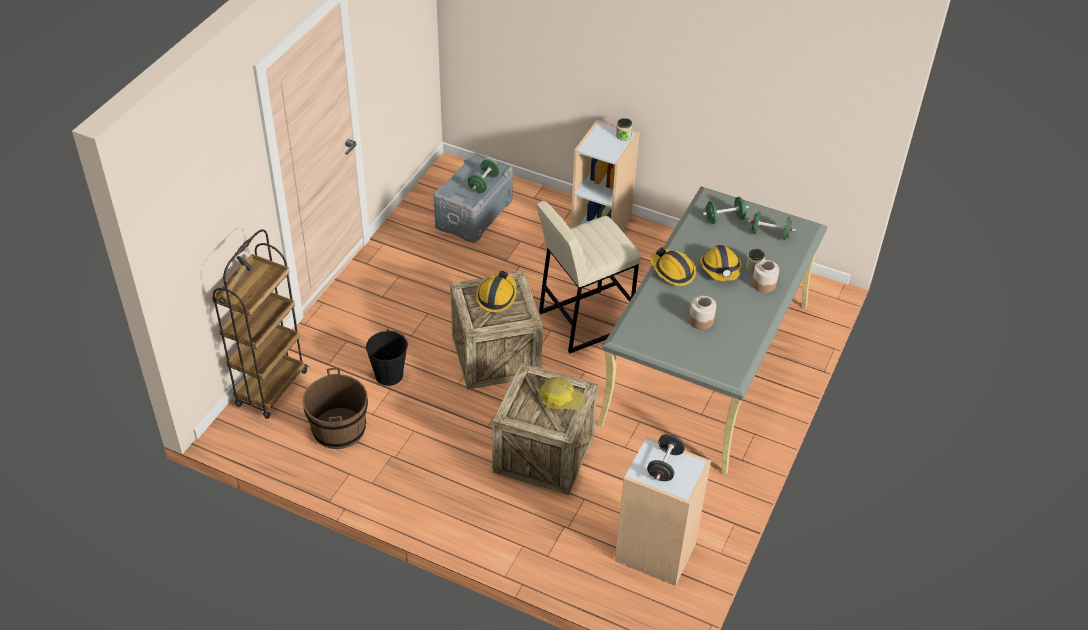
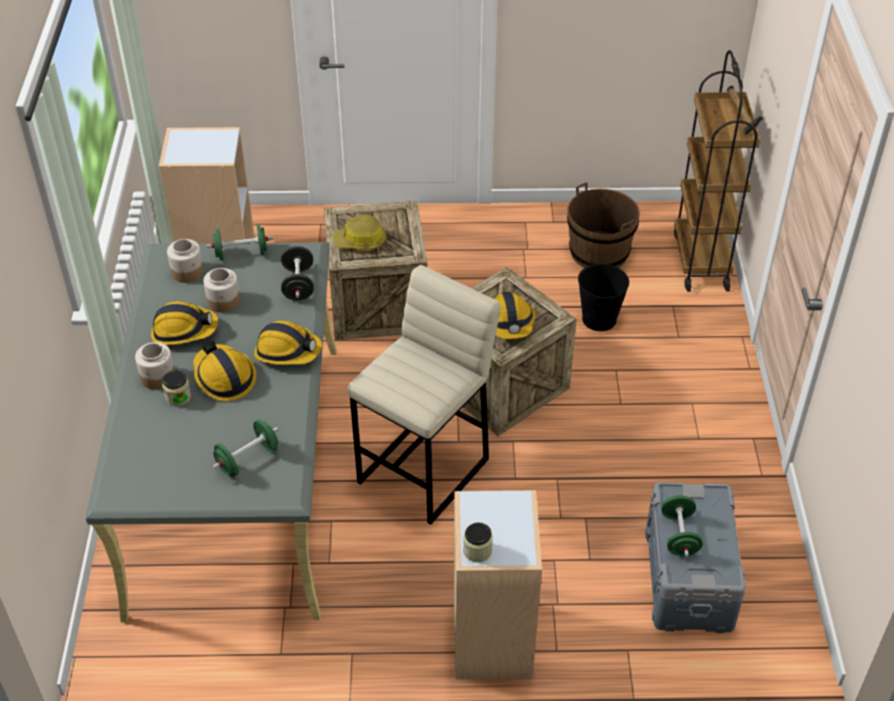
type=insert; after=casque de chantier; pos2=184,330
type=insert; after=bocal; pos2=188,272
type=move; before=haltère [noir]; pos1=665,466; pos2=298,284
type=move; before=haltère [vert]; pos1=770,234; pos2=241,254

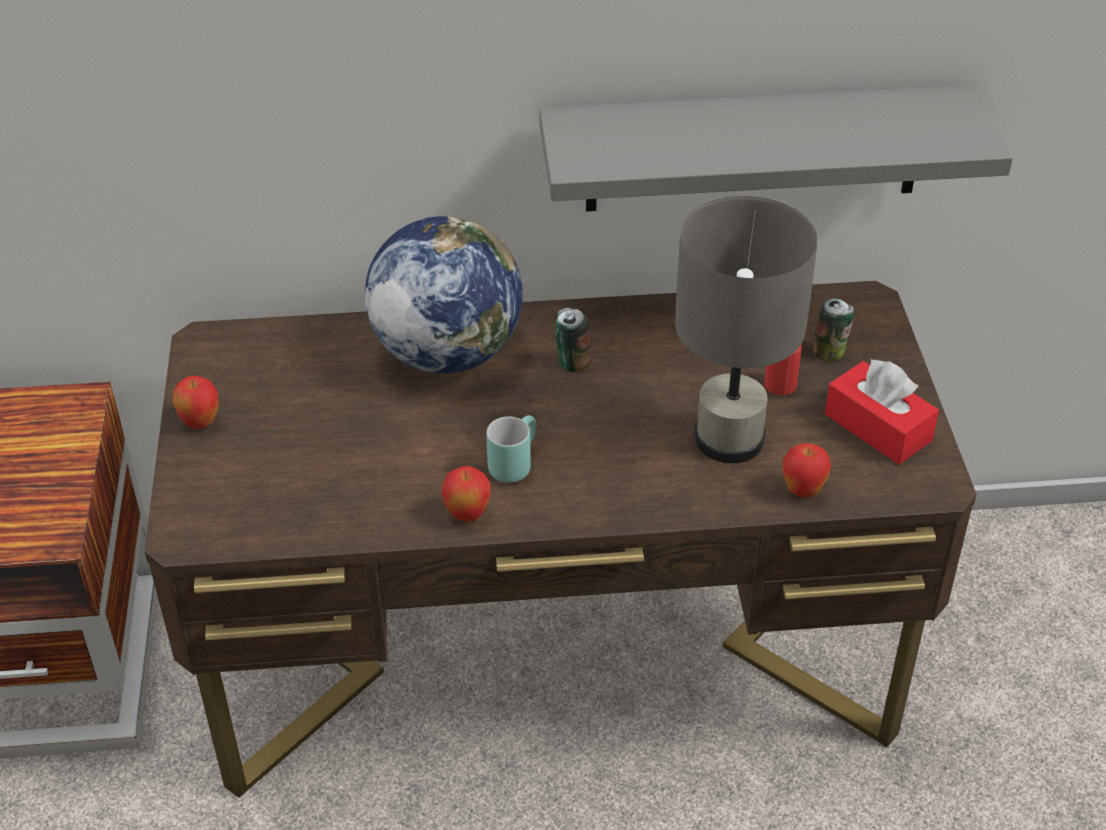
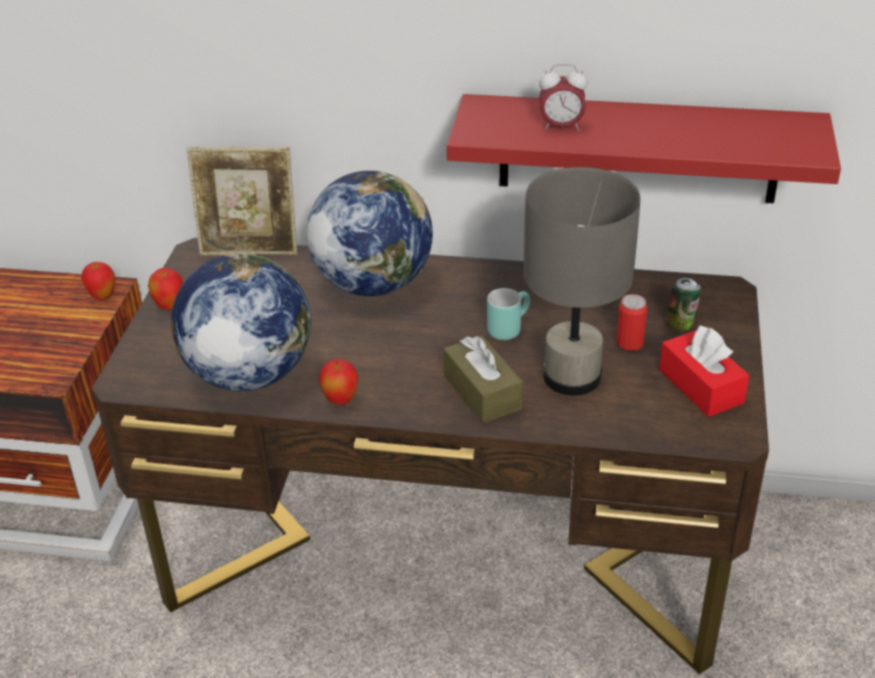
type=delete; before=boîte métallique; pos1=571,362
type=insert; after=globe; pos2=248,375
type=insert; after=cadre photo; pos2=250,252
type=insert; after=boîte à mouchoirs [marron]; pos2=482,392
type=insert; after=réveil; pos2=561,127
type=move; before=mug [turquoise]; pos1=512,463; pos2=507,327
type=move; before=pomme; pos1=802,491; pos2=102,296
type=recolor; before=étagère [gris]; after=étagère [rouge]; pos1=754,149; pos2=638,149

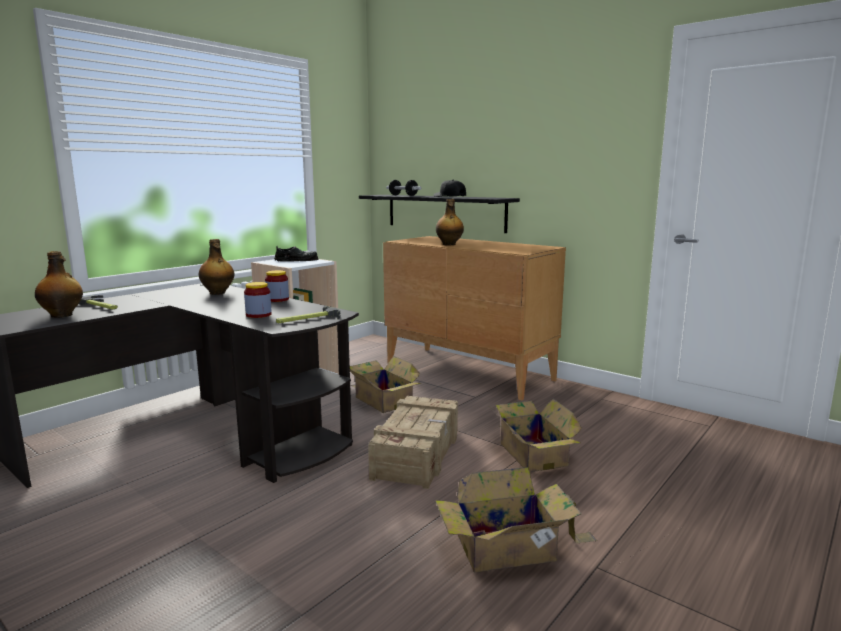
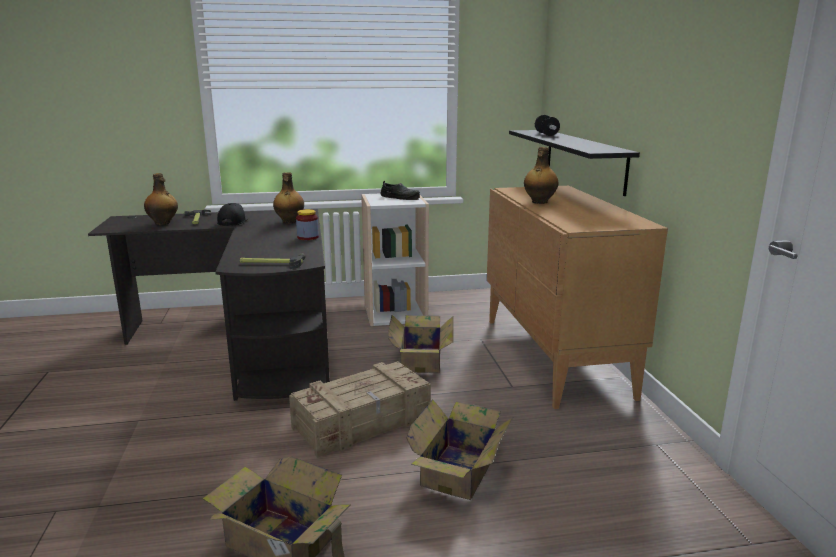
type=delete; before=bocal; pos1=258,315
type=move; before=casquette [noir]; pos1=449,196; pos2=233,221

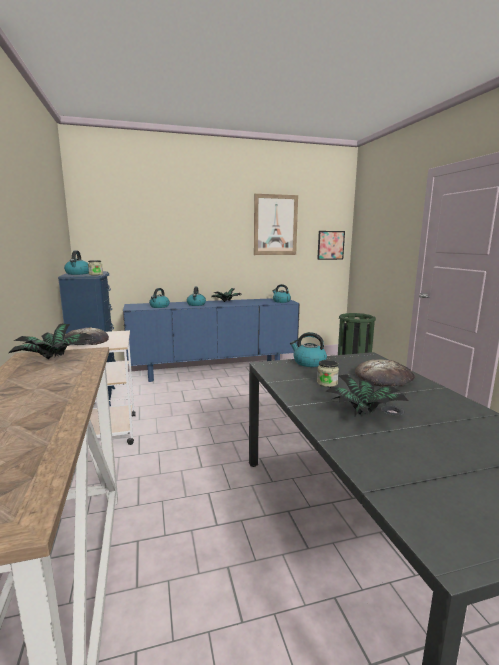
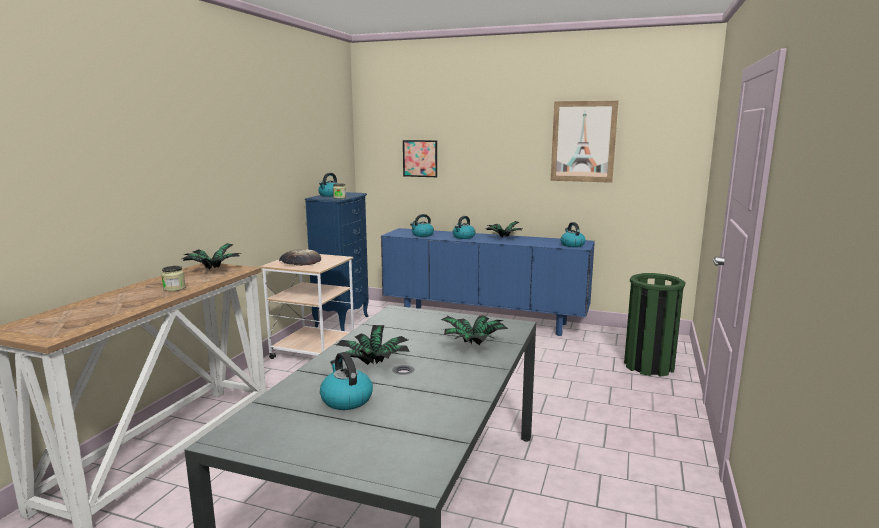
type=move; before=bouilloire; pos1=308,363; pos2=346,399
type=move; before=tableau; pos1=330,245; pos2=420,158
type=move; before=bocal; pos1=327,383; pos2=174,288
type=replace; before=pain; after=plante en pot; pos1=383,377; pos2=472,345

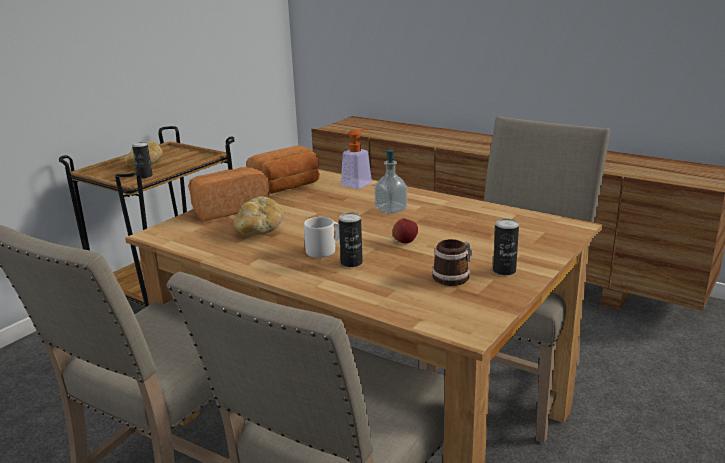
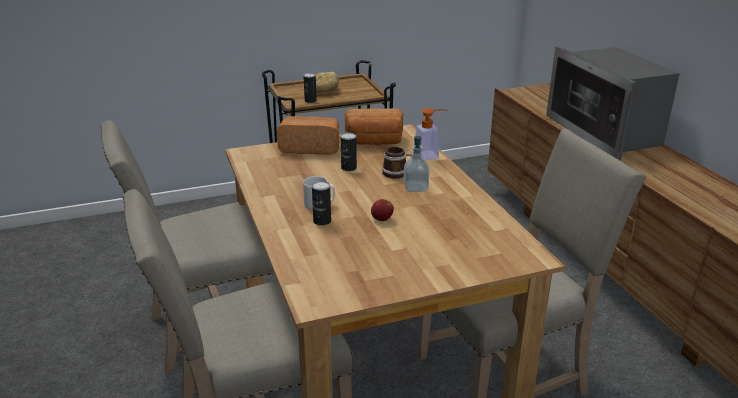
type=delete; before=pain; pos1=260,231
type=insert; after=micro-ondes; pos2=605,132
type=move; before=mug; pos1=454,276; pos2=398,173
type=move; before=boîte métallique; pos1=504,271; pos2=348,168

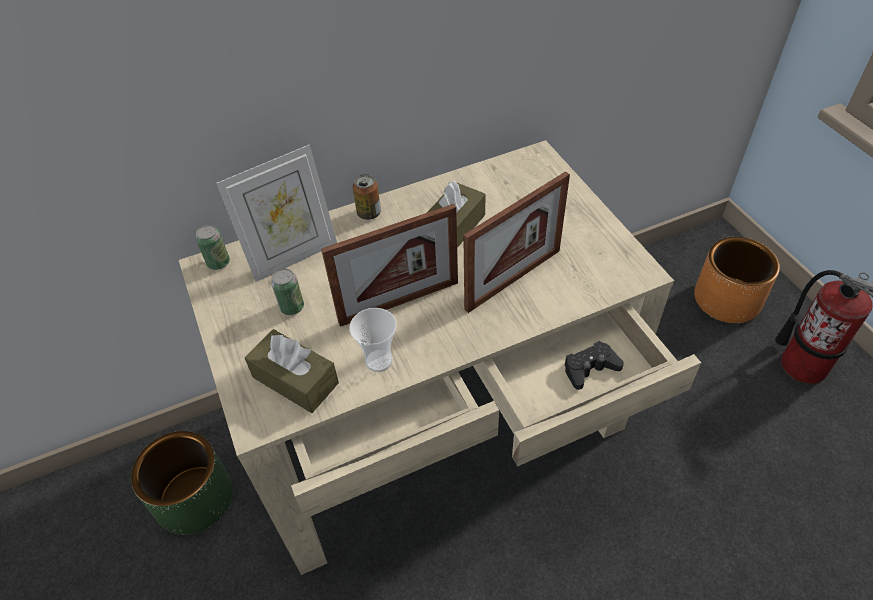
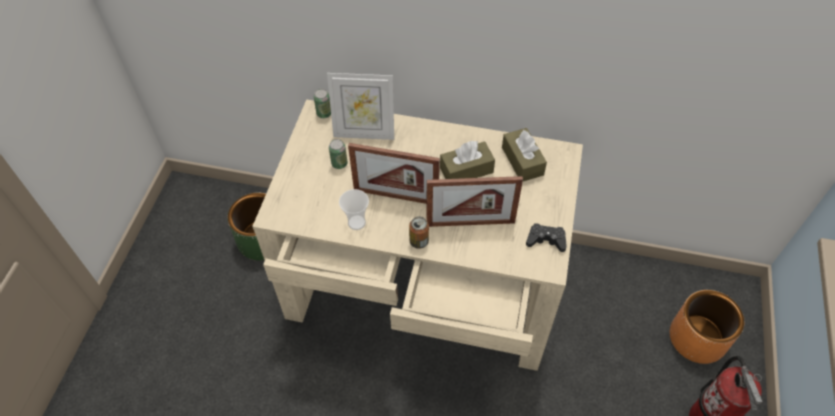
type=move; before=boîte à mouchoirs [marron]; pos1=295,380; pos2=522,161
type=move; before=boîte métallique; pos1=369,213; pos2=419,241
type=move; before=manette [noir]; pos1=590,368; pos2=546,240

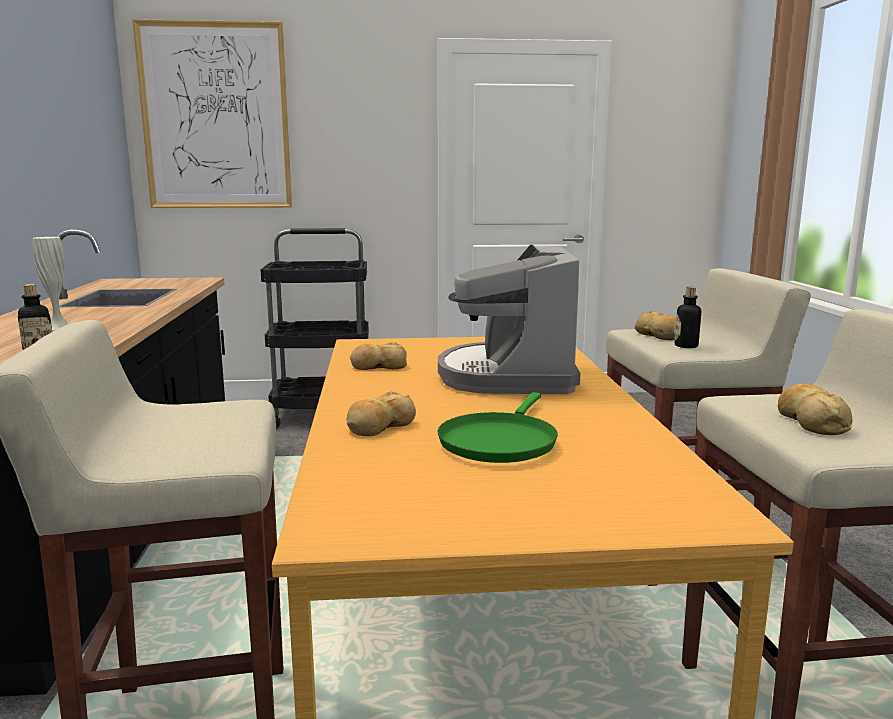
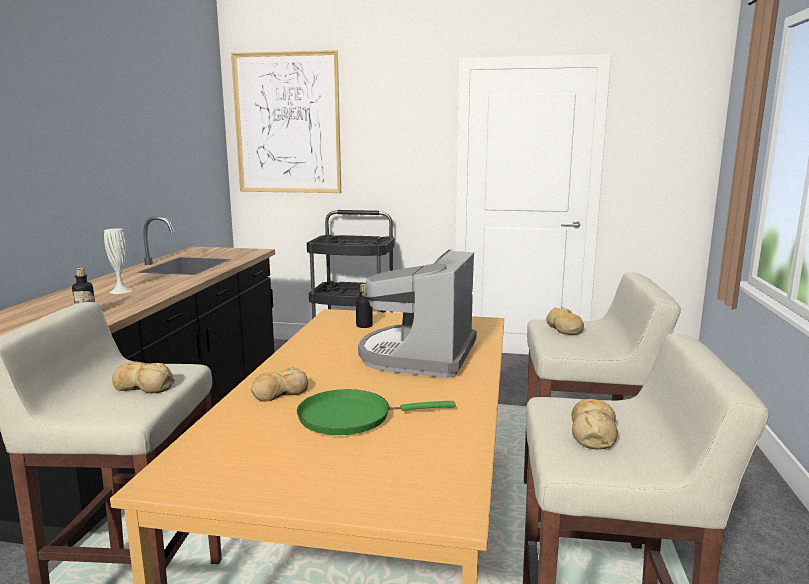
type=move; before=pain; pos1=378,366; pos2=143,386
type=move; before=bouteille; pos1=686,346; pos2=364,326
type=rotate; before=poêle [vert]; pos1=499,441; pos2=351,417; turn=45

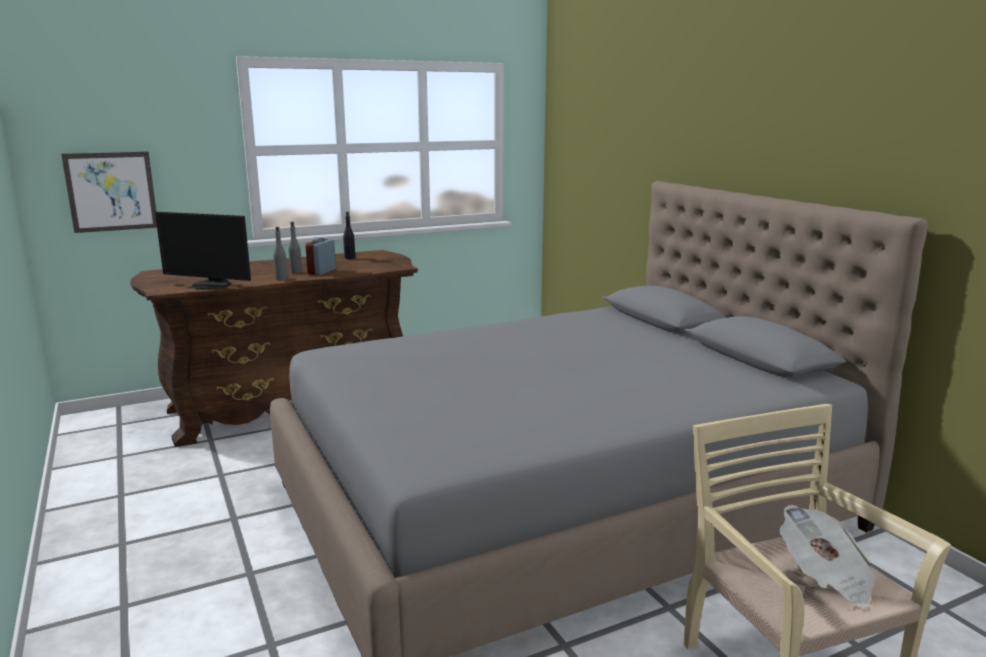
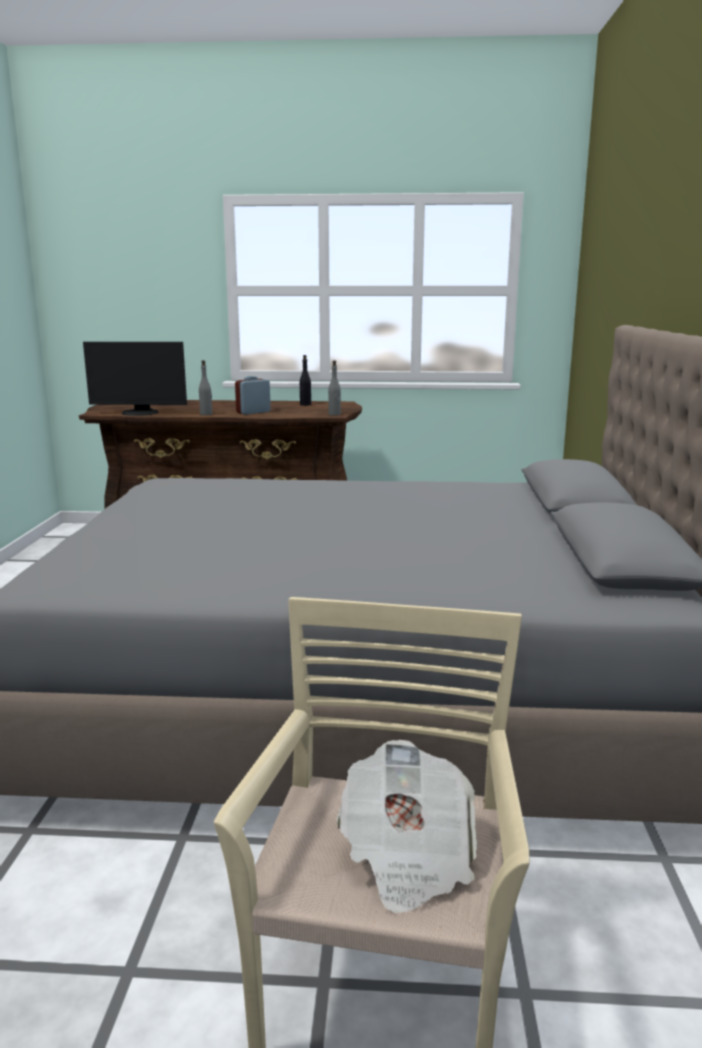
type=delete; before=tableau; pos1=111,191
type=move; before=bouteille [gris]; pos1=296,272; pos2=334,414
type=rotate; before=écran d'ordinateur; pos1=209,286; pos2=139,413; turn=-45

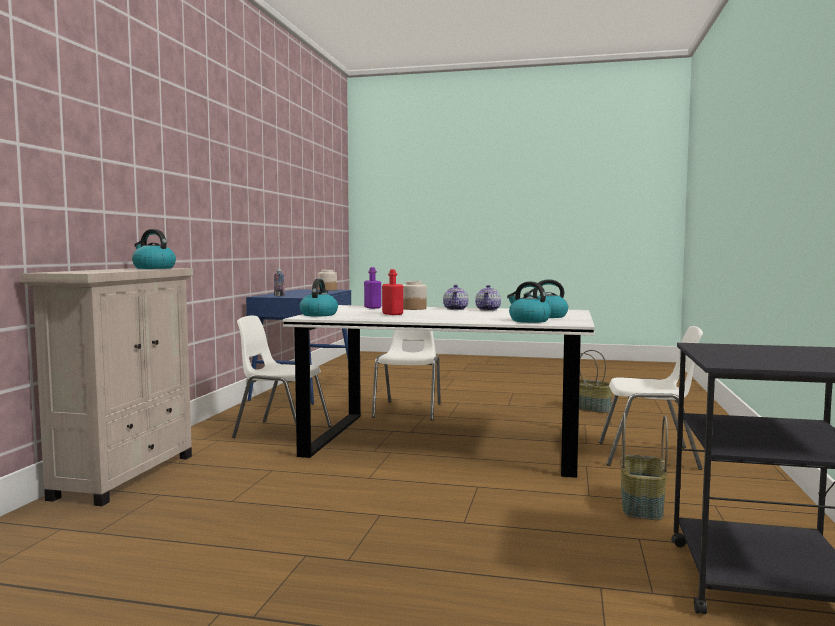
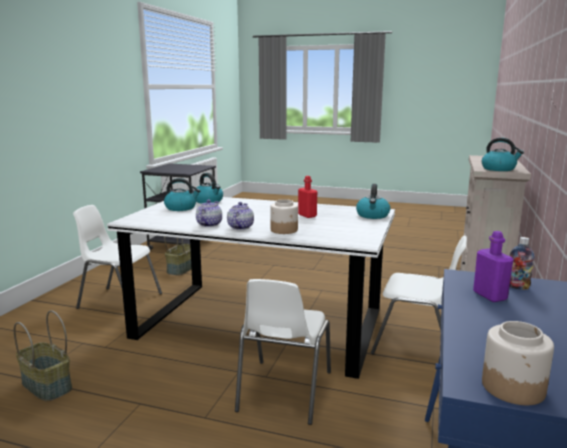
type=move; before=bouteille [violet]; pos1=372,307; pos2=490,296

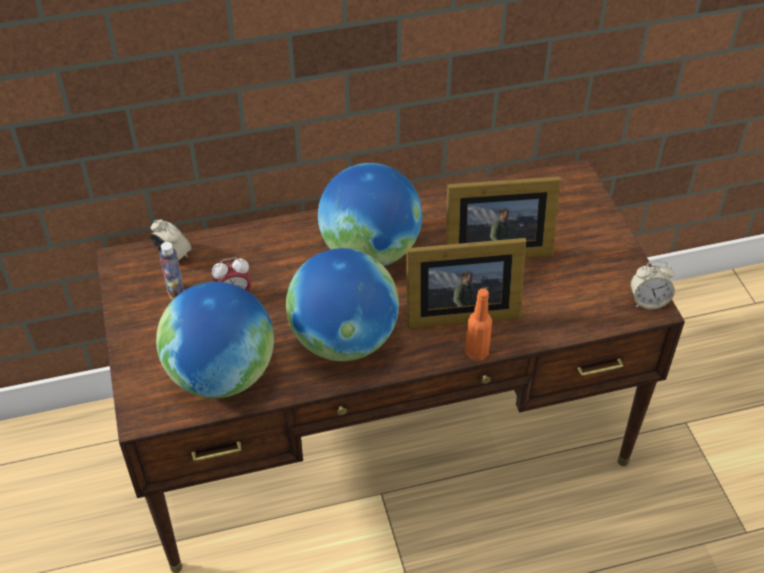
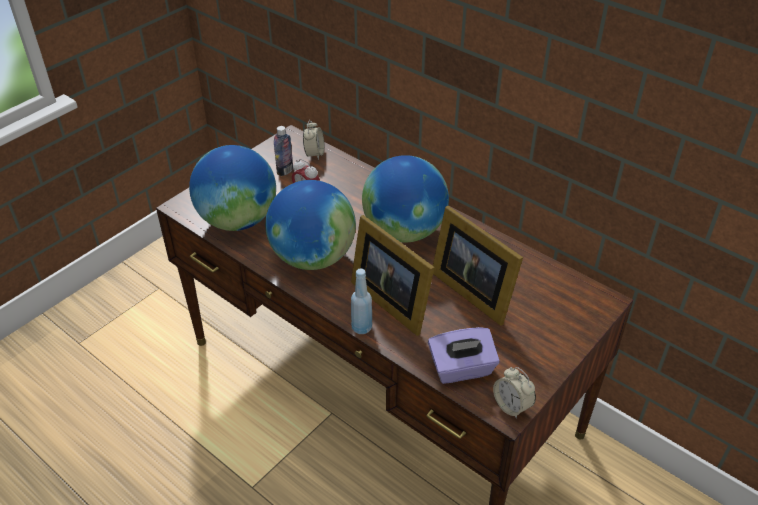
type=insert; after=boîte à mouchoirs [violet]; pos2=461,369
type=recolor; before=bouteille [orange]; after=bouteille [bleu]; pos1=476,352; pos2=361,327

